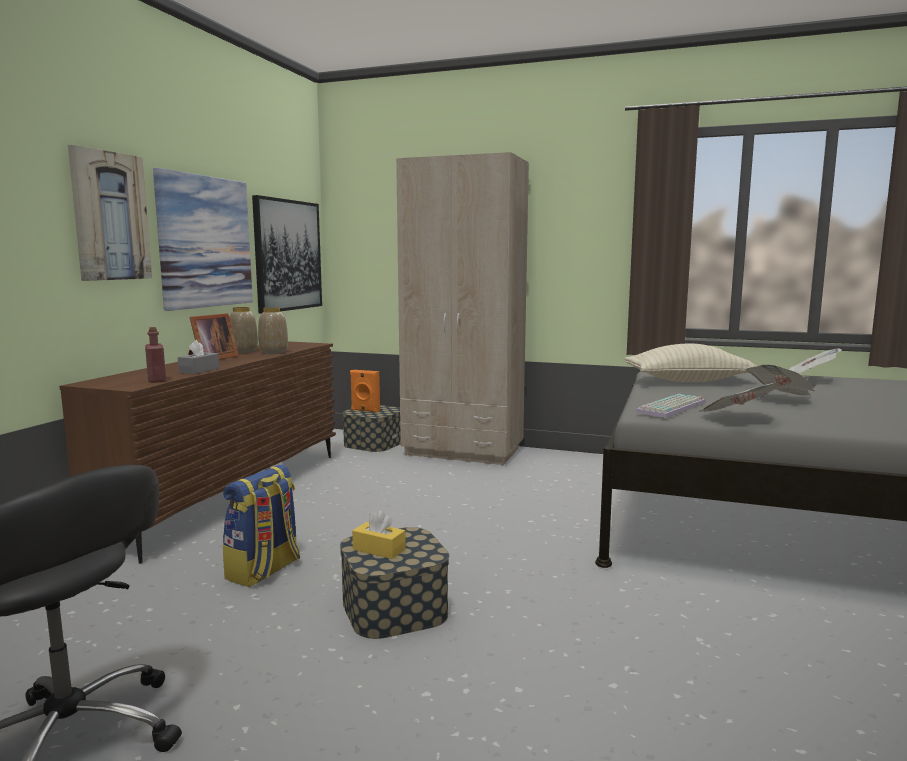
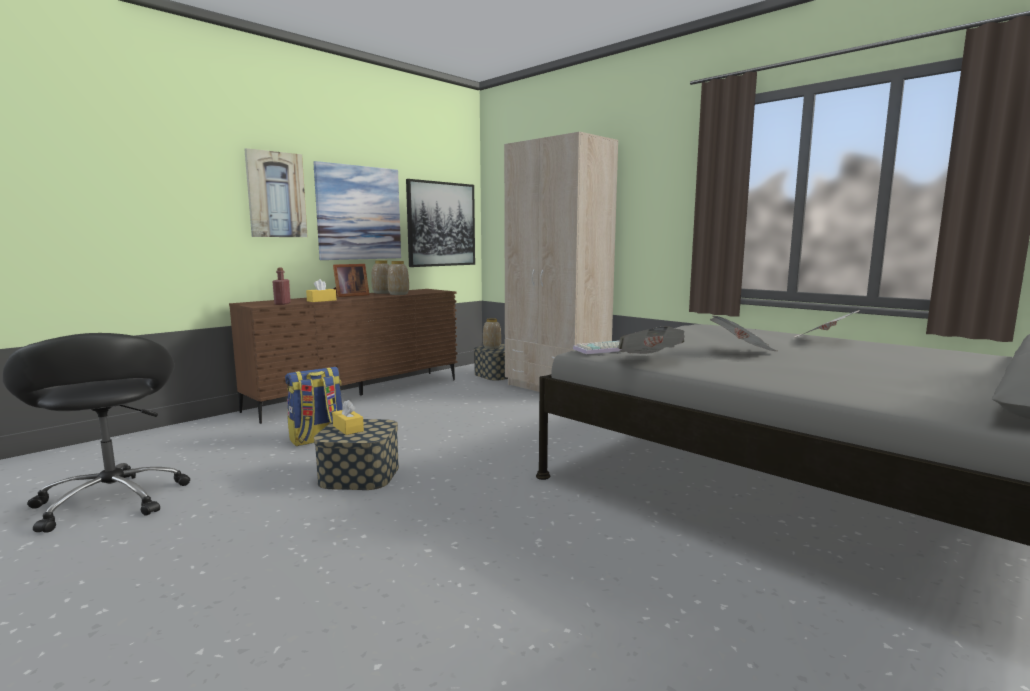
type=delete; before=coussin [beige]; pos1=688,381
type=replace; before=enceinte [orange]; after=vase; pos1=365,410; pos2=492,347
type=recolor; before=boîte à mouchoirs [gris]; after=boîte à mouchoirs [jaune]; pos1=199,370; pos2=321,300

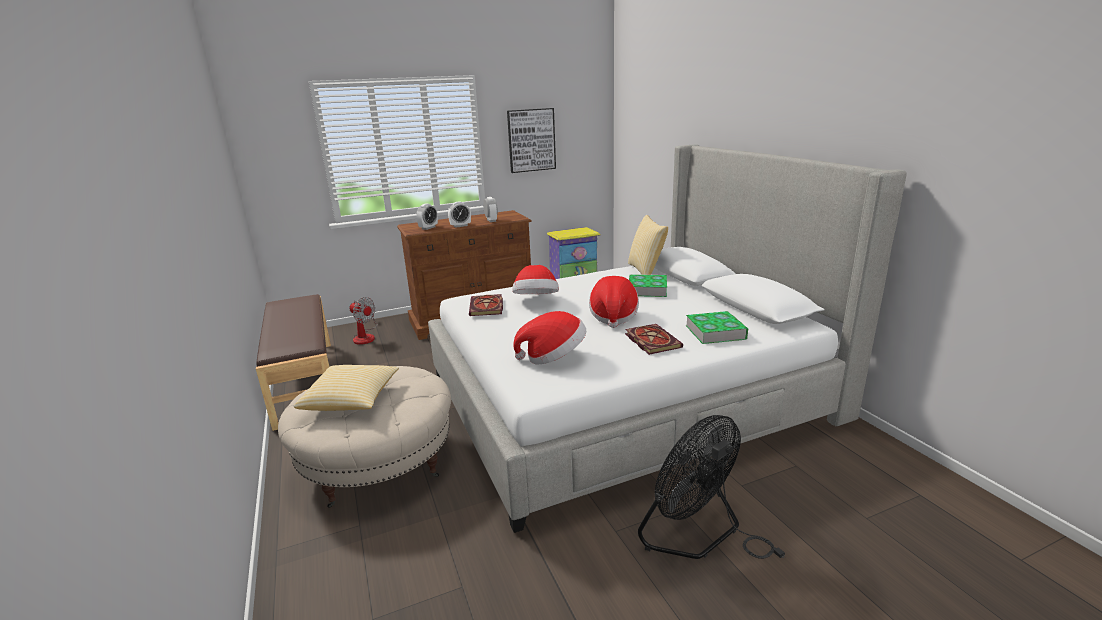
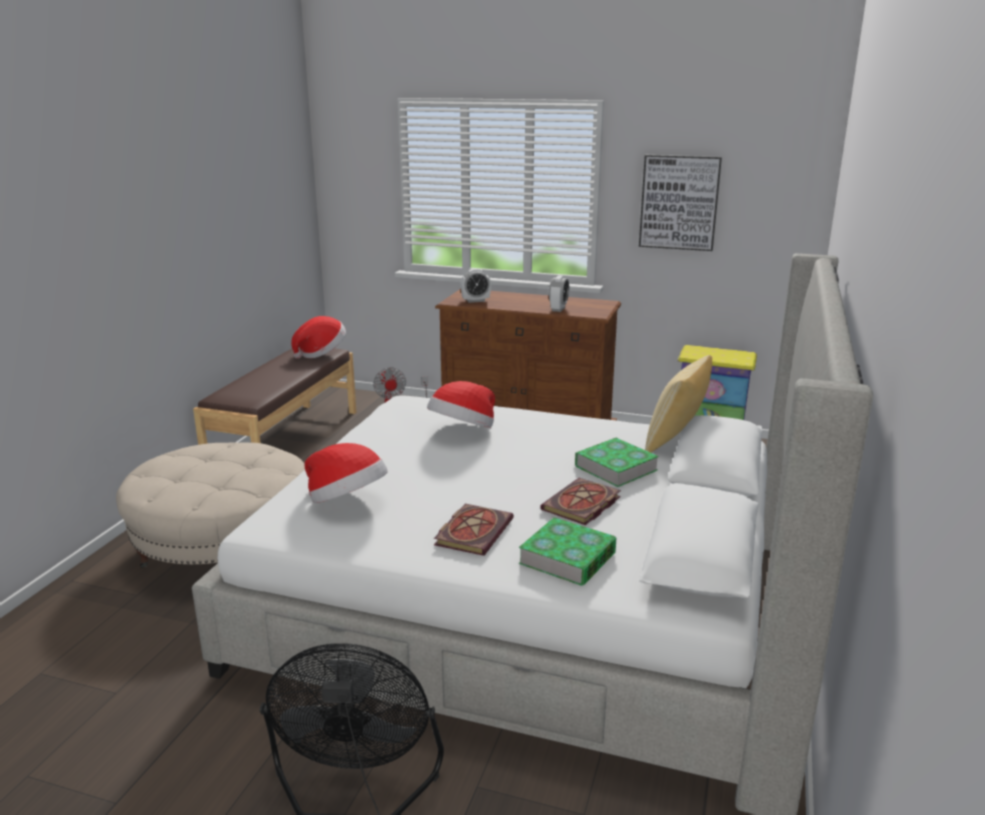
type=delete; before=coussin; pos1=351,400
type=delete; before=réveil; pos1=460,226
type=move; before=livre; pos1=487,307; pos2=581,505
type=move; before=chapeau; pos1=613,316; pos2=321,353

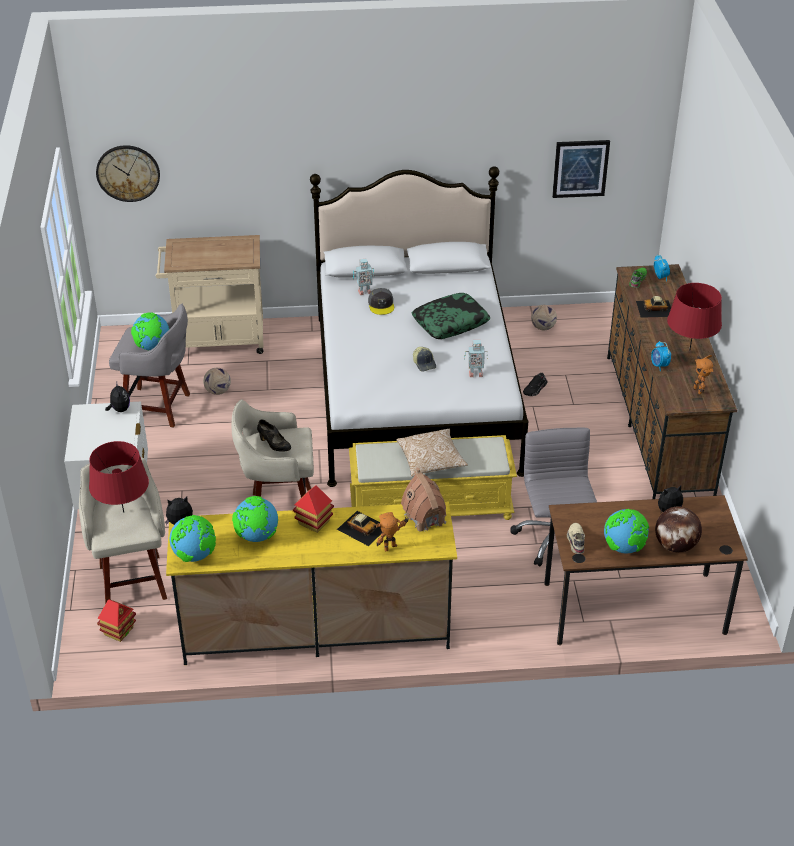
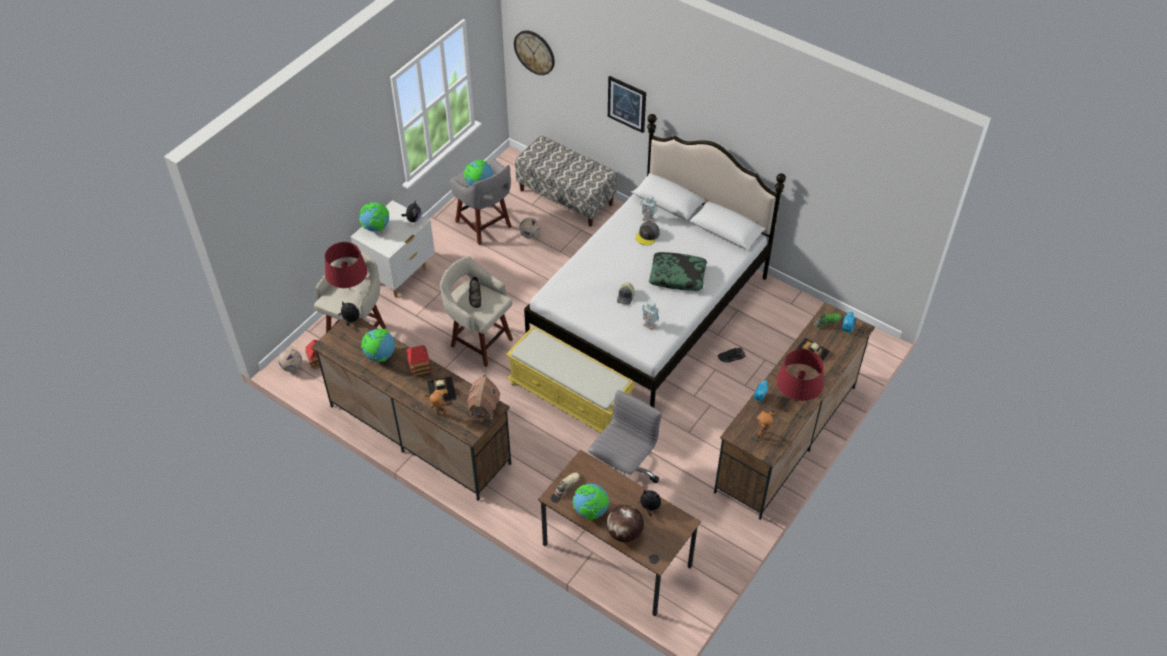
type=delete; before=coussin; pos1=431,461
type=move; before=globe; pos1=195,555; pos2=376,228
type=move; before=ballon de foot; pos1=542,328; pos2=291,367
type=move; before=tableau; pos1=580,168; pos2=627,104
type=replace; before=chariot [beige]; after=banc; pos1=217,341; pos2=566,197
type=recolor; before=commode [jaune]; after=commode [marron]; pos1=315,630; pos2=418,435

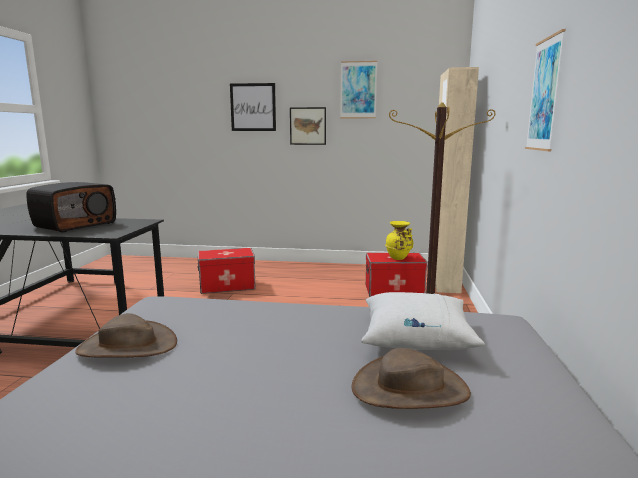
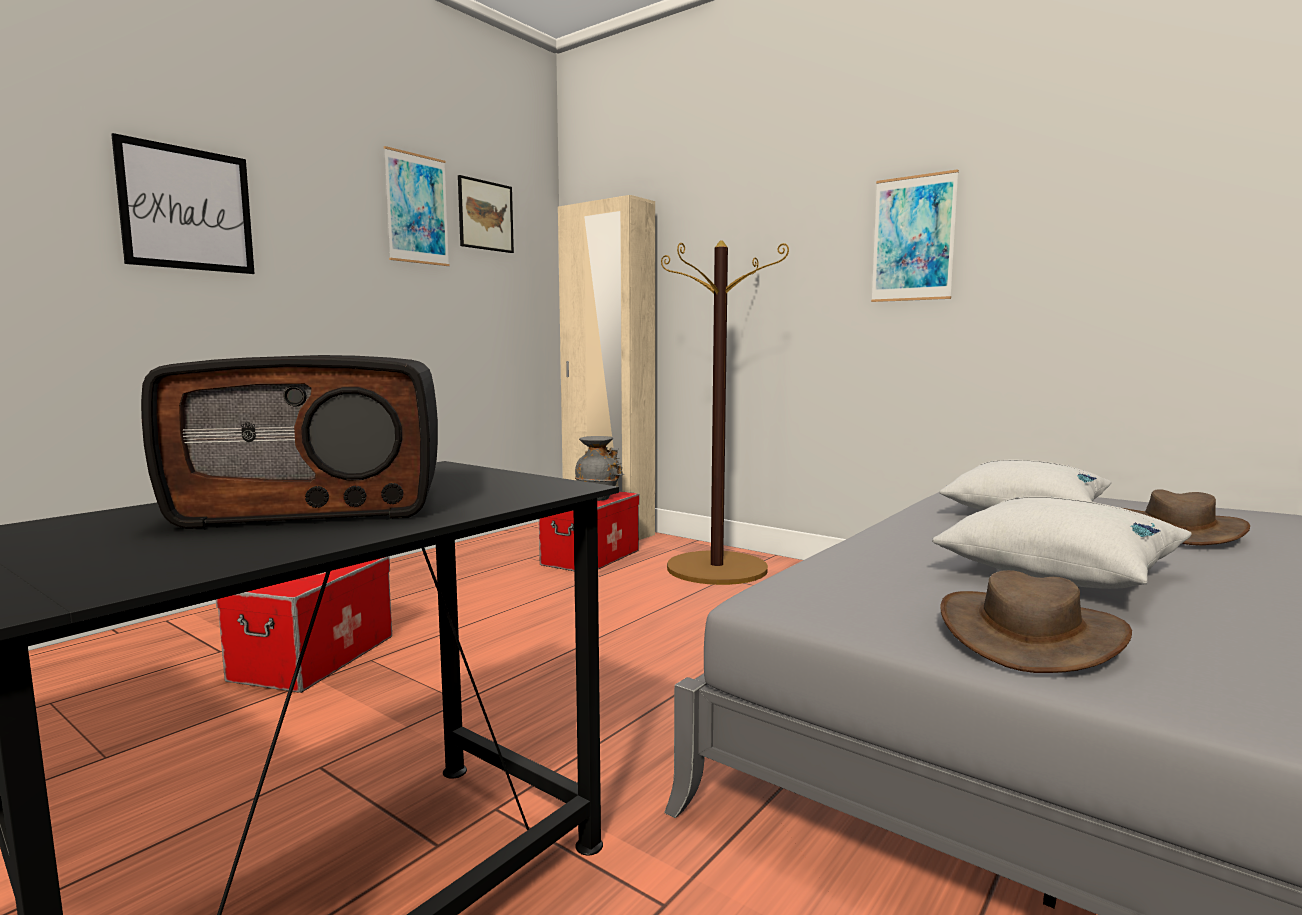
type=insert; after=coussin [gris]; pos2=1058,573
type=move; before=tableau; pos1=308,126; pos2=485,215
type=recolor; before=vase [jaune]; after=vase [gris]; pos1=399,258; pos2=598,498
type=rotate; before=radio; pos1=75,225; pos2=319,504; turn=105

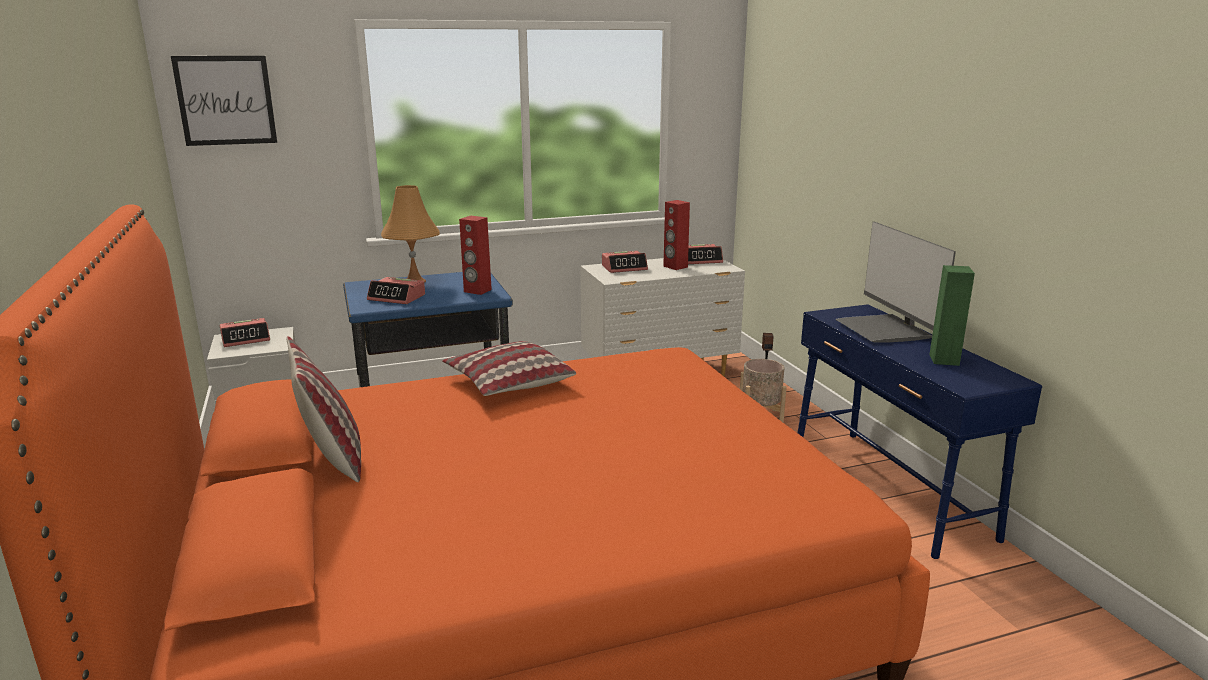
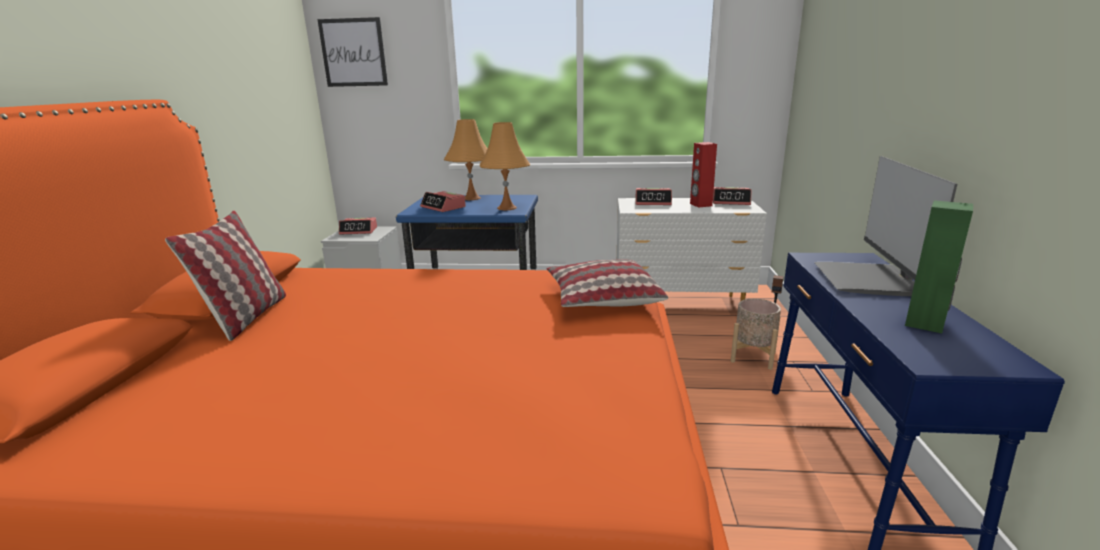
type=move; before=coussin; pos1=508,382; pos2=602,298
type=replace; before=enceinte [rouge]; after=lampe de table [orange]; pos1=477,291; pos2=507,208

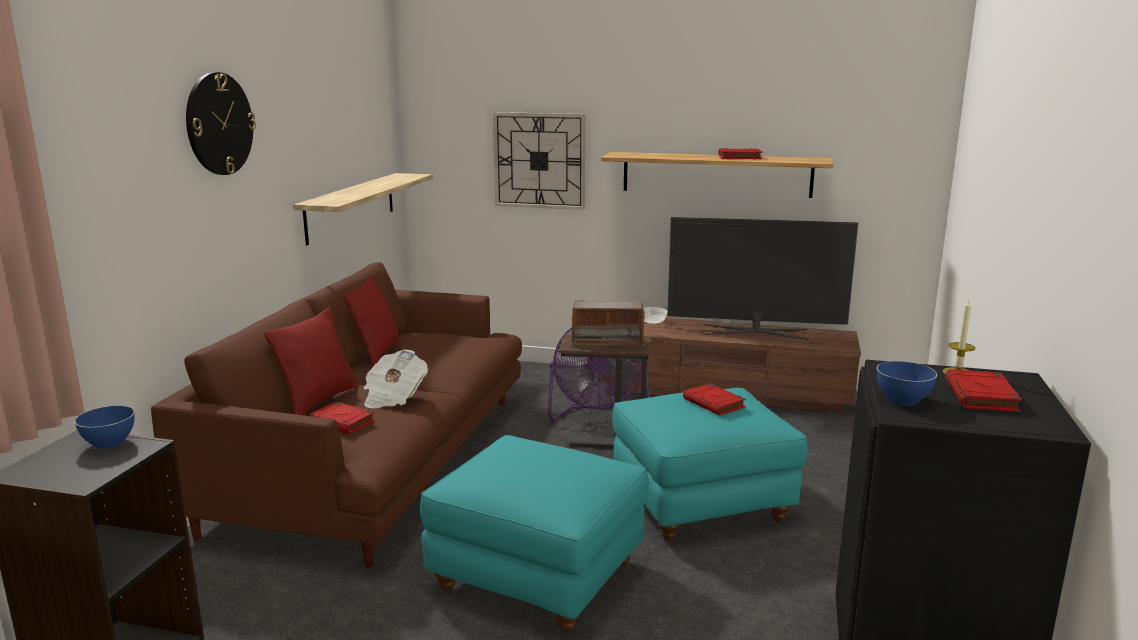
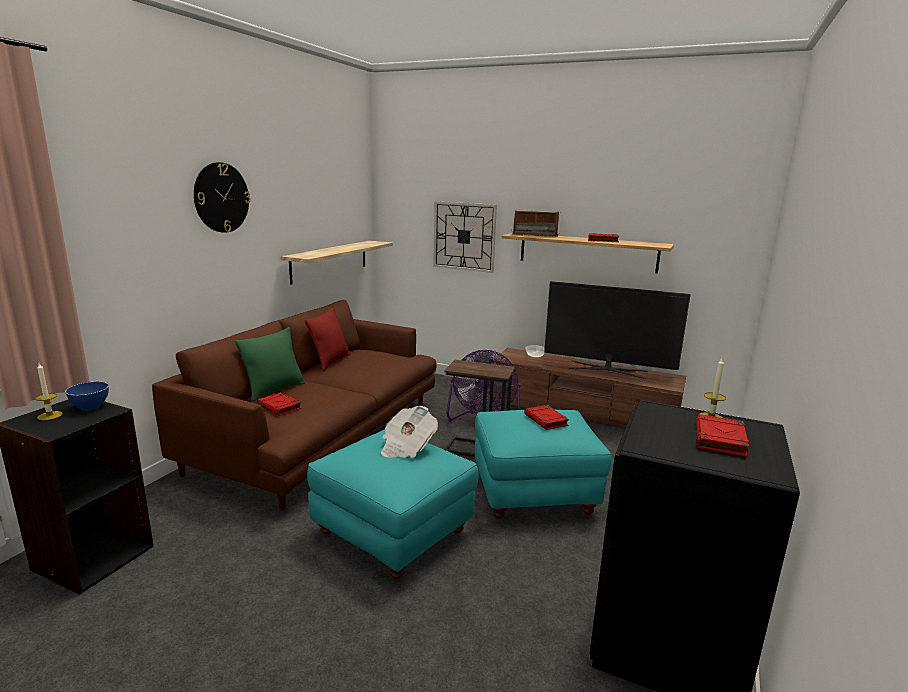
type=delete; before=bol [bleu]; pos1=902,400
type=insert; after=bougie; pos2=50,415
type=move; before=journal; pos1=393,396; pos2=407,447
type=move; before=radio; pos1=607,342; pos2=535,235
type=recolor; before=coussin [rouge]; after=coussin [vert]; pos1=319,400; pos2=274,390

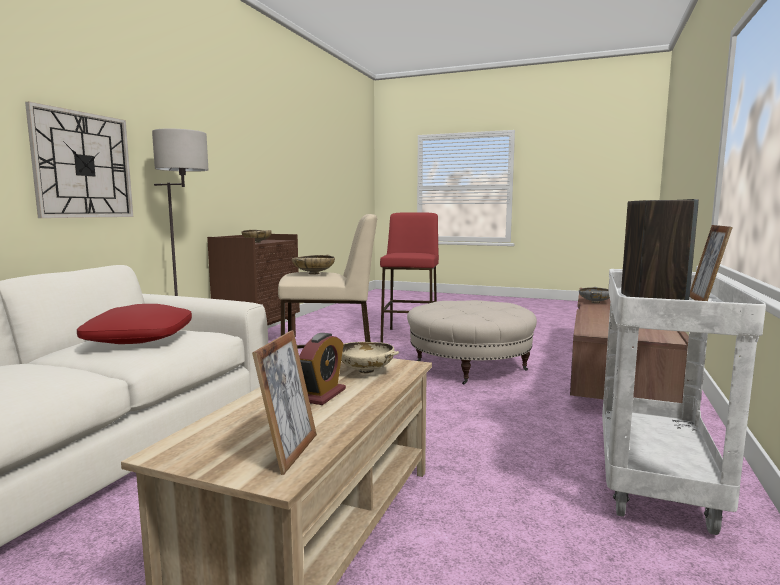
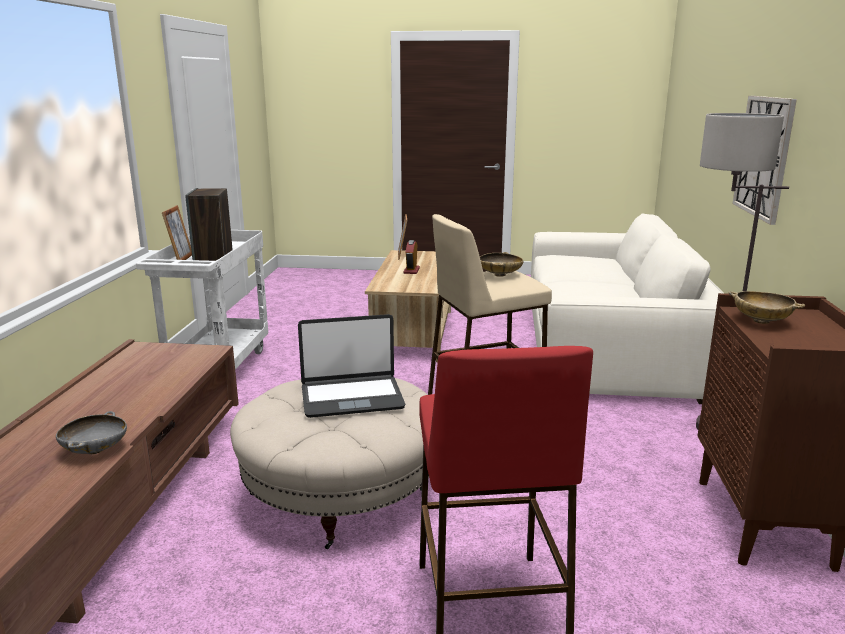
type=delete; before=coussin [rouge]; pos1=140,337
type=delete; before=bol [beige]; pos1=366,371
type=insert; after=ordinateur portable; pos2=351,397

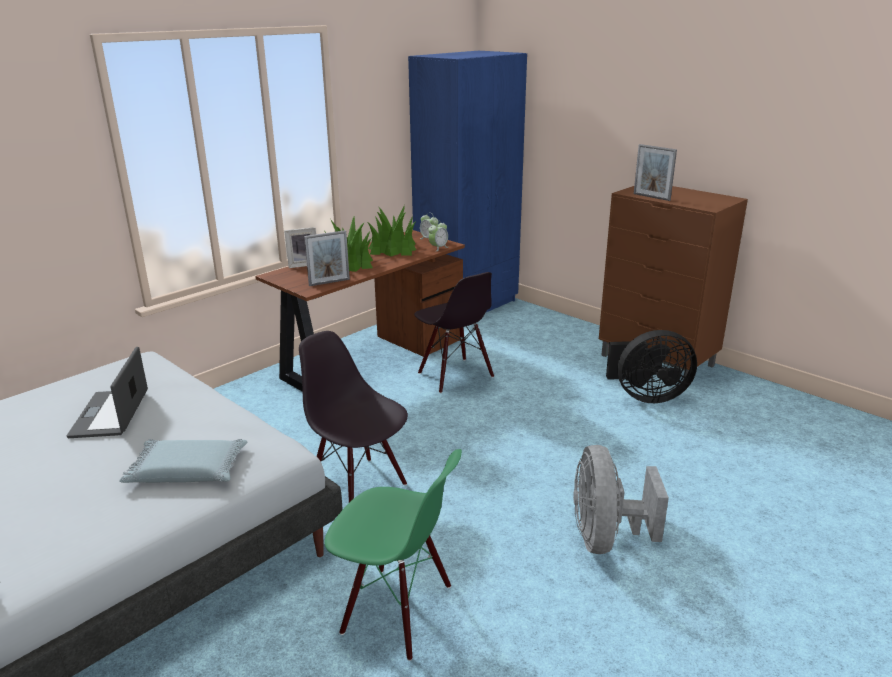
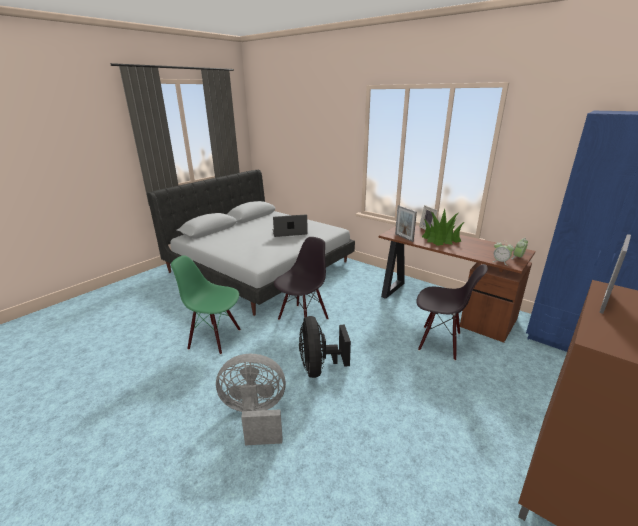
type=delete; before=coussin [bleu]; pos1=187,468
type=delete; before=plante en pot; pos1=393,249
type=move; before=ventilateur [noir]; pos1=646,396; pos2=319,367
type=rotate; before=chaise [vert]; pos1=397,610; pos2=215,338; turn=90
type=rotate; before=chaise [noir]; pos1=454,375; pos2=439,342; turn=-120

